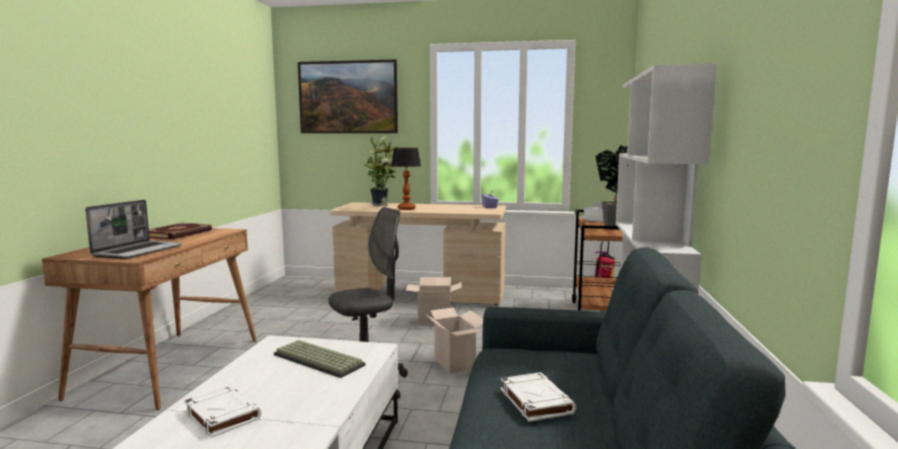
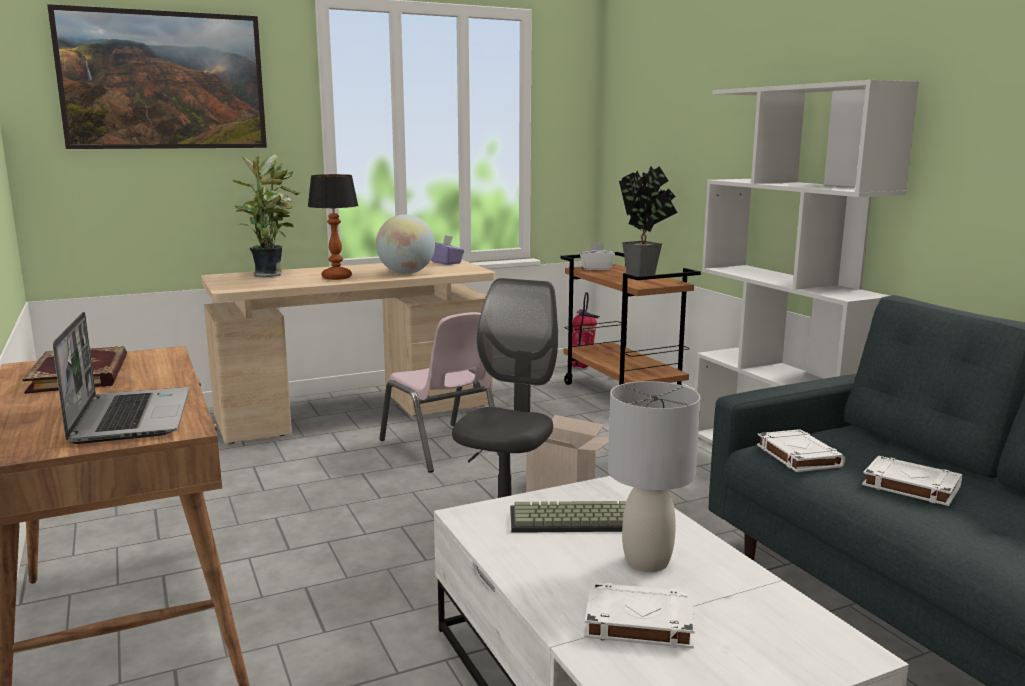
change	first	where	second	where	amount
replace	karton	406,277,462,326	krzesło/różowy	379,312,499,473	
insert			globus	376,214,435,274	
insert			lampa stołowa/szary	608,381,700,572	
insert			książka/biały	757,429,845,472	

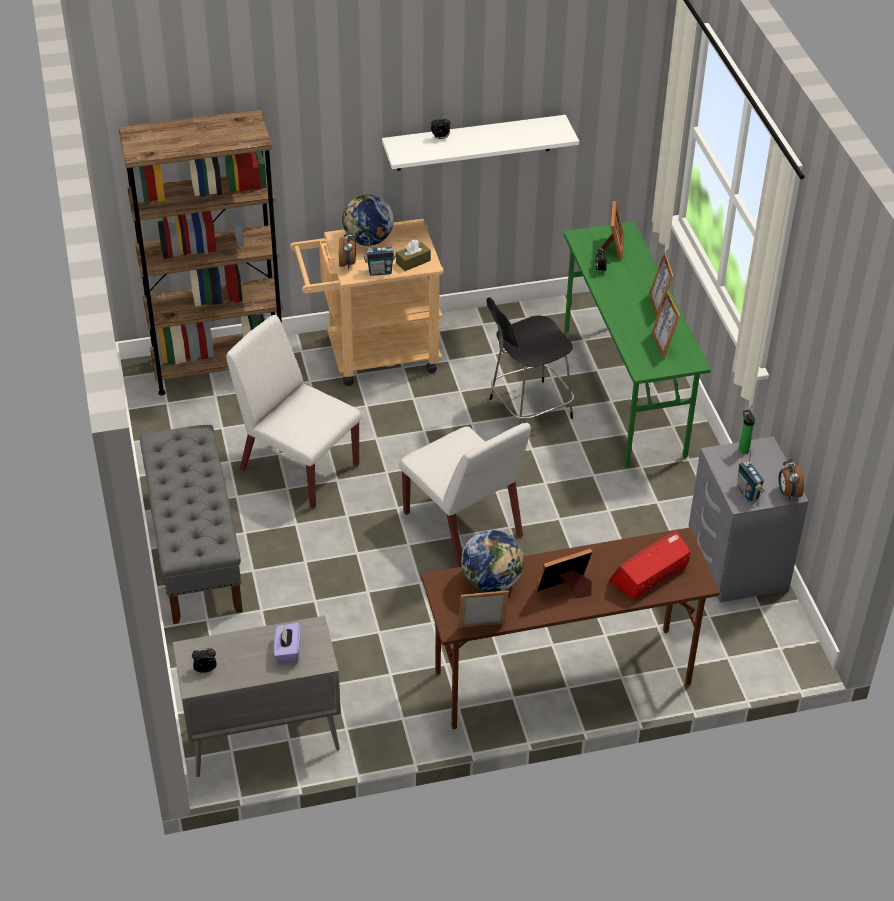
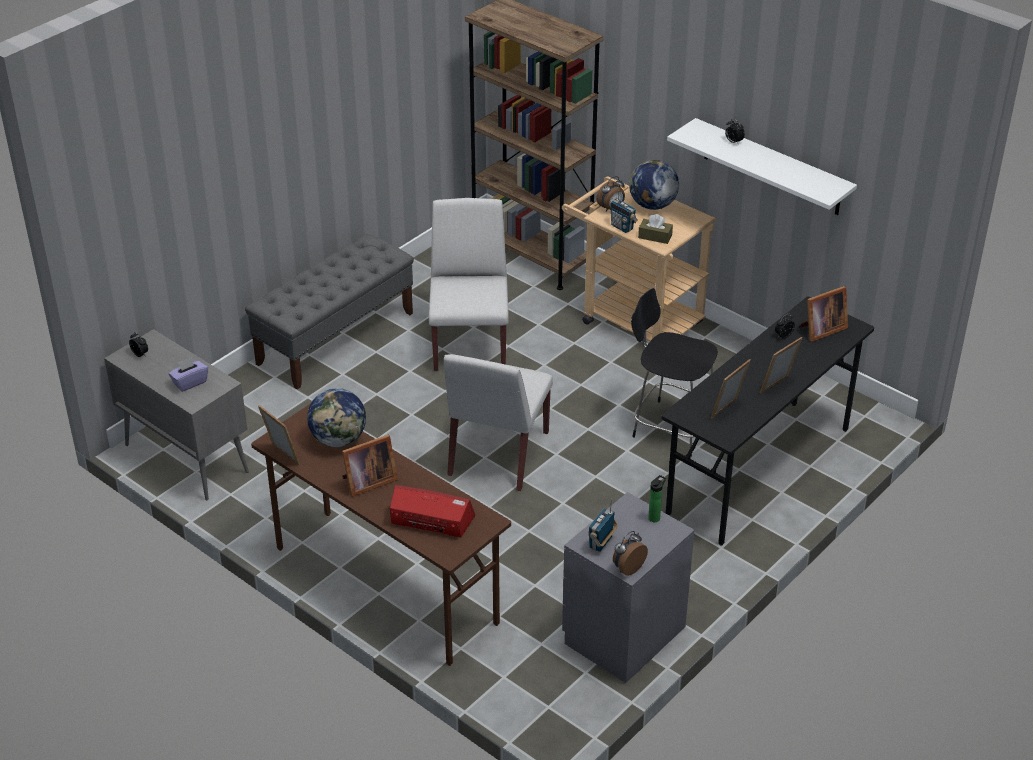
change	first	where	second	where	amount
rotate	ramka na zdjęcie	535,548,592,598		342,435,398,497	120 degrees clockwise
recolor	biurko/zielony	564,222,711,468	biurko/czarny	661,296,874,546	

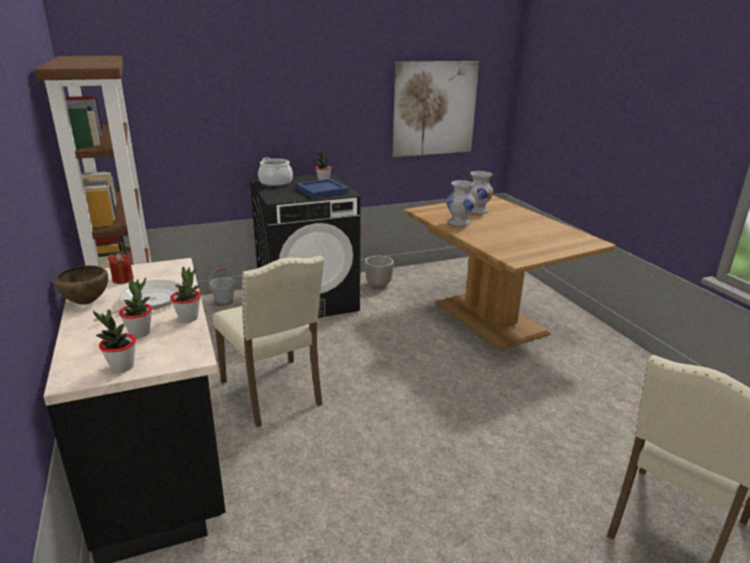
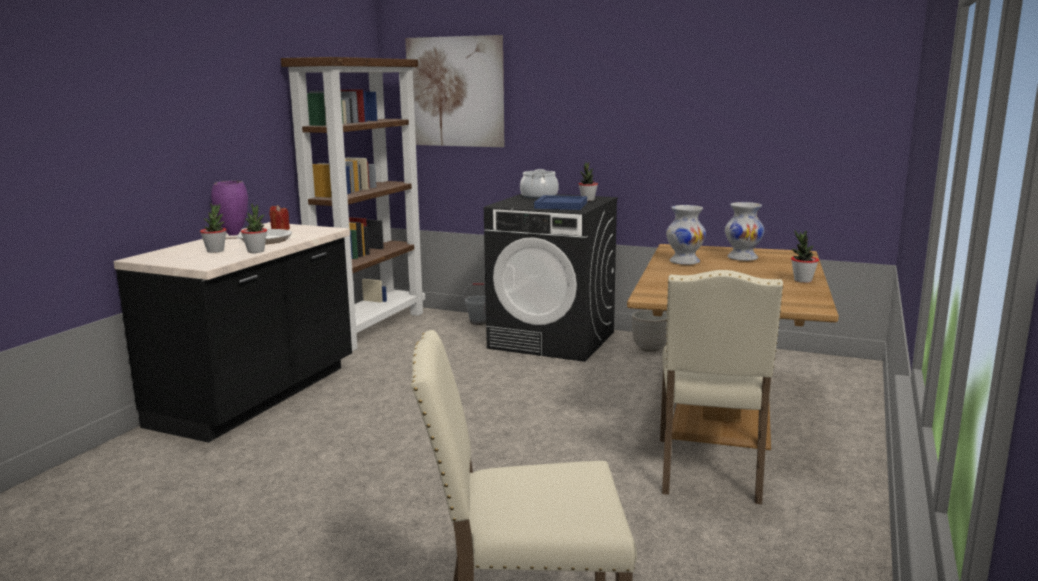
change	first	where	second	where	amount
replace	miska/brązowy	55,266,108,305	wazon/fioletowy	211,181,248,236	
move	roślina doniczkowa	93,310,136,373		791,230,819,283	
move	krzesło/beżowy	213,256,324,428		660,270,783,504	
move	obraz	393,61,479,157		405,35,504,147	

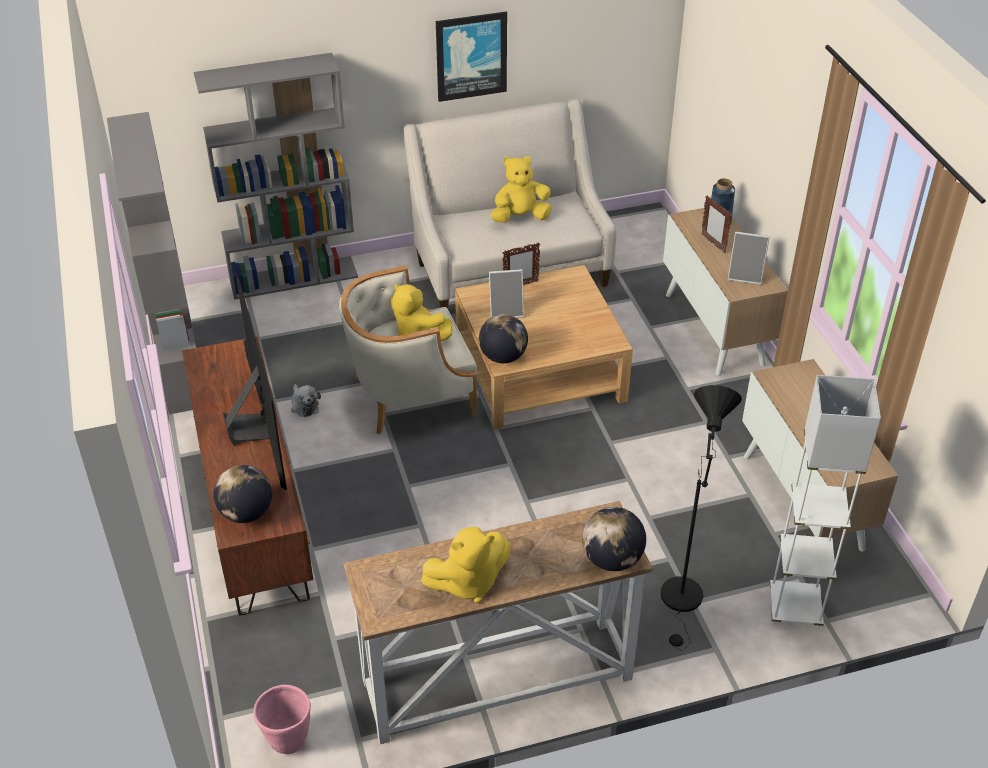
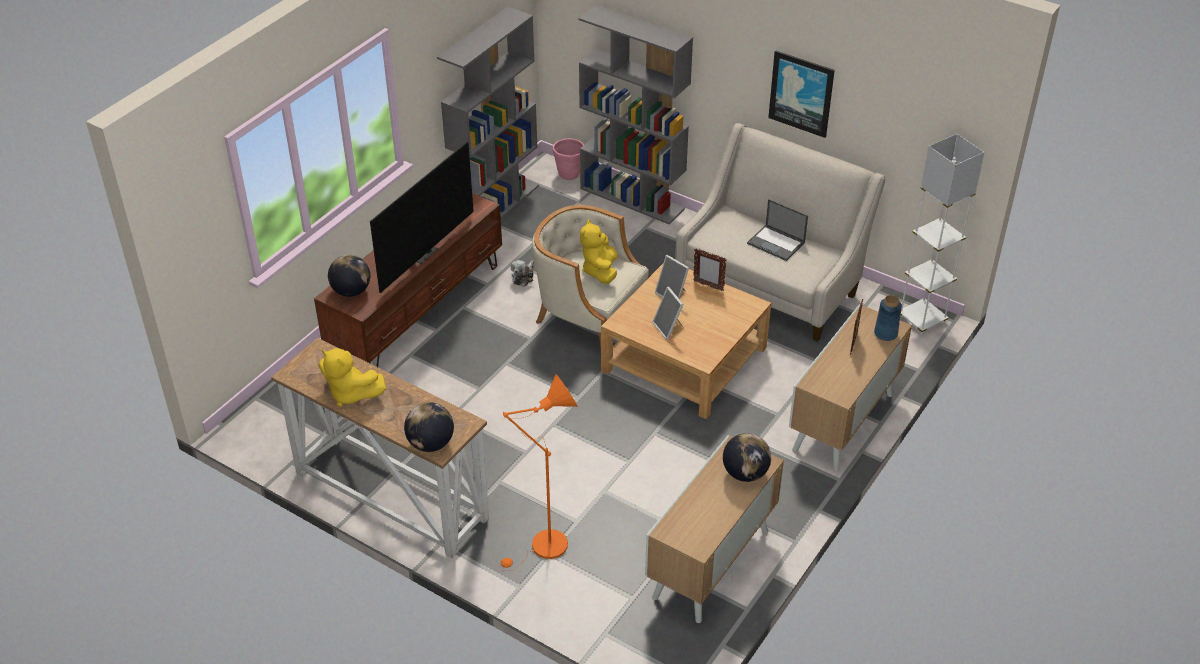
change	first	where	second	where	amount
move	donica/różowy	253,685,311,754		553,138,584,180	
move	globus	479,314,528,363		723,433,771,482	
replace	pluszak/żółty	491,156,552,223	laptop	747,199,808,261	
recolor	lampa stojąca/czarny	661,385,742,651	lampa stojąca/pomarańczowy	499,374,577,571	
move	ramka na zdjęcie	728,232,770,285		652,287,684,340	
move	lampa stojąca/biały	770,375,881,628		900,134,984,335	

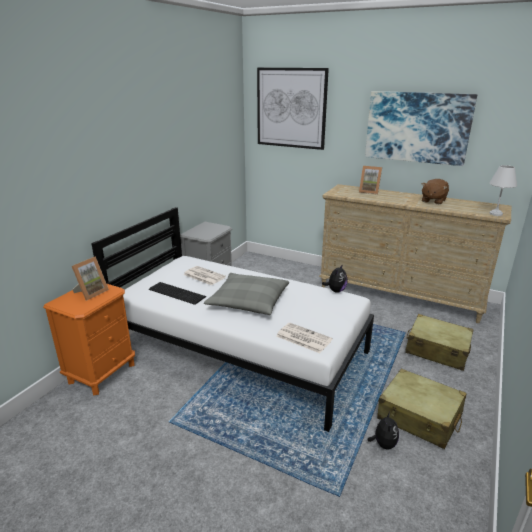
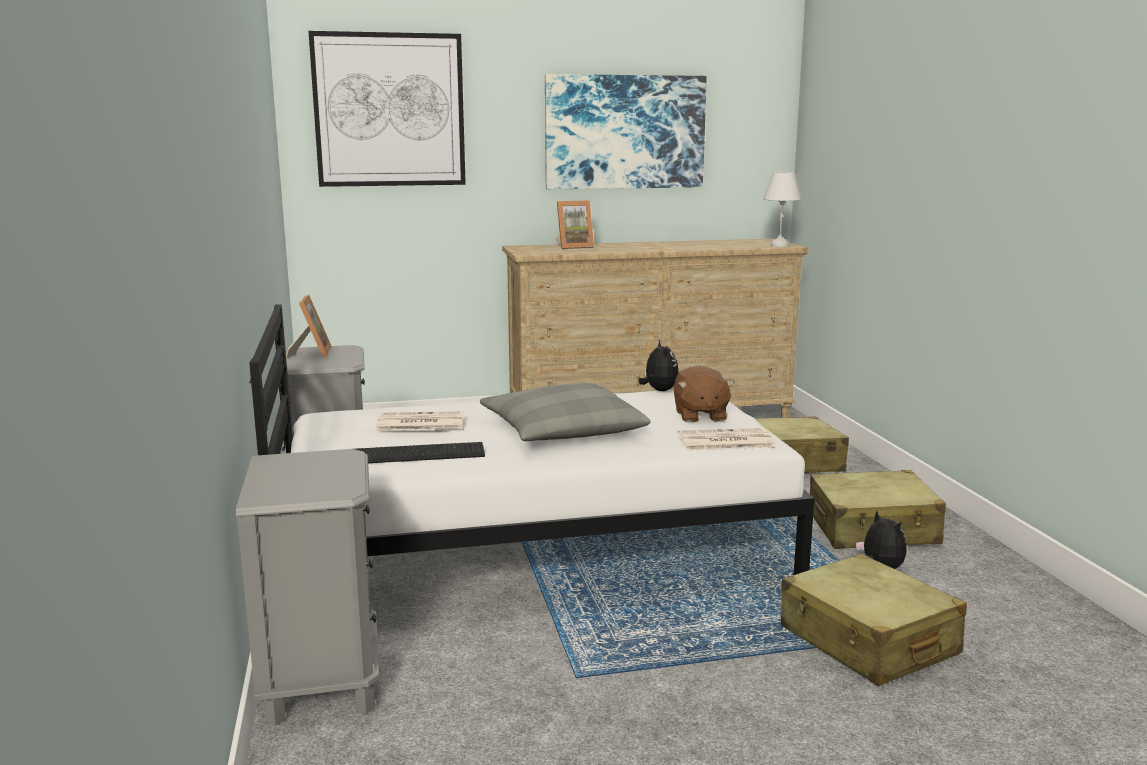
change	first	where	second	where	amount
recolor	szafka nocna/pomarańczowy	43,284,135,396	szafka nocna/szary	236,449,379,726	
move	ramka na zdjęcie	72,257,109,300		286,295,332,358	
move	pluszak/brązowy	422,179,449,204		673,366,735,423	
insert			walizka/beżowy	781,554,967,686	

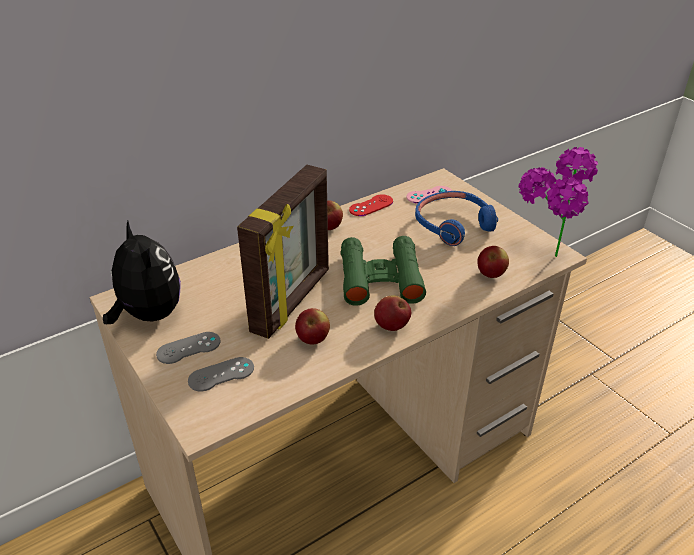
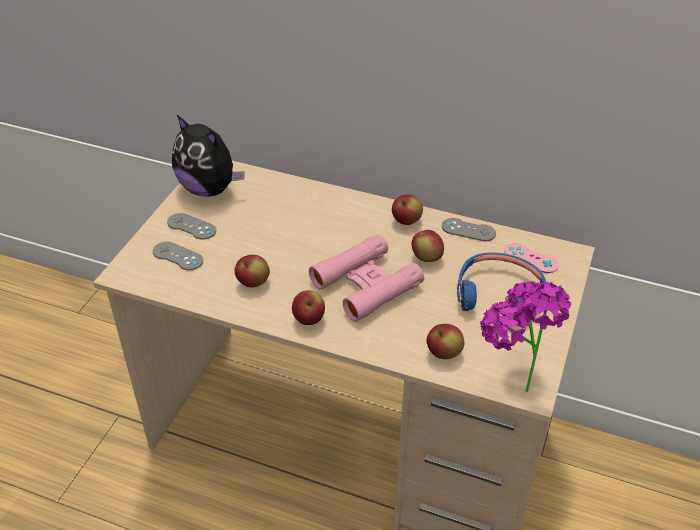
change	first	where	second	where	amount
rotate	pluszak	103,221,181,324		172,115,245,197	105 degrees clockwise
delete	ramka na zdjęcie	237,165,329,339			
recolor	lornetka/zielony	341,236,426,306	lornetka/różowy	309,234,424,322	
recolor	pad do gier/czerwony	349,194,393,216	pad do gier/szary	442,218,496,241	
insert			jabłko	412,230,444,262	

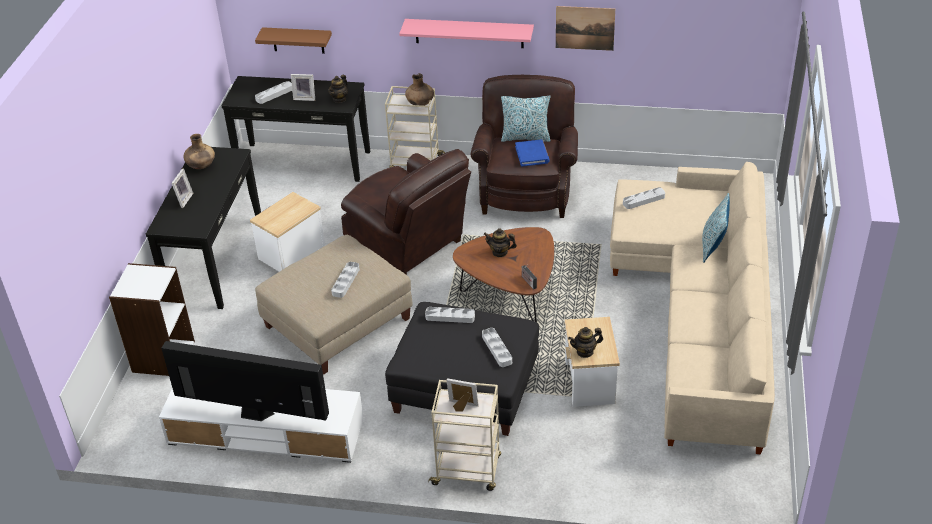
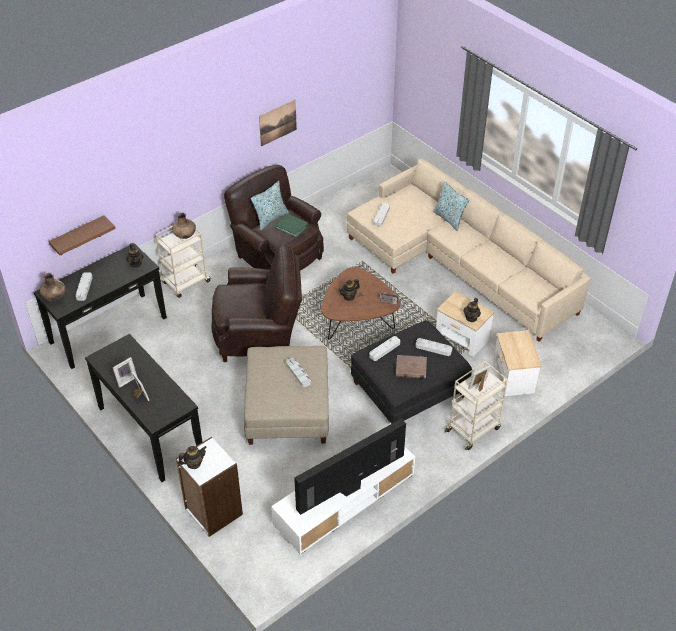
change	first	where	second	where	amount
move	wazon/brązowy	183,134,215,169		39,273,65,301	
move	stolik	250,192,325,272		494,330,542,396	
move	ramka na zdjęcie	291,74,315,101		113,357,137,388	
delete	półka/różowy	399,19,534,48			
recolor	książka/niebieski	515,139,550,167	książka/zielony	275,214,308,238	
insert			imbryk	178,446,207,469	
insert			książka/brązowy	396,355,427,379	

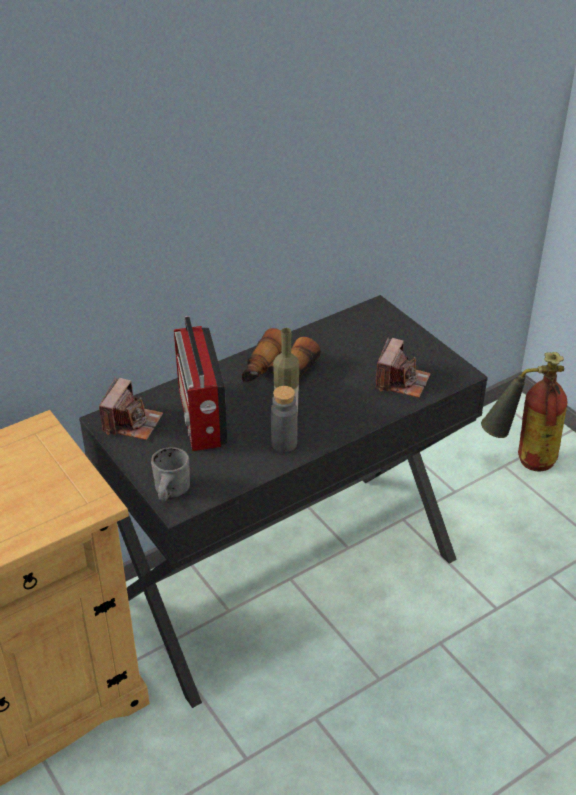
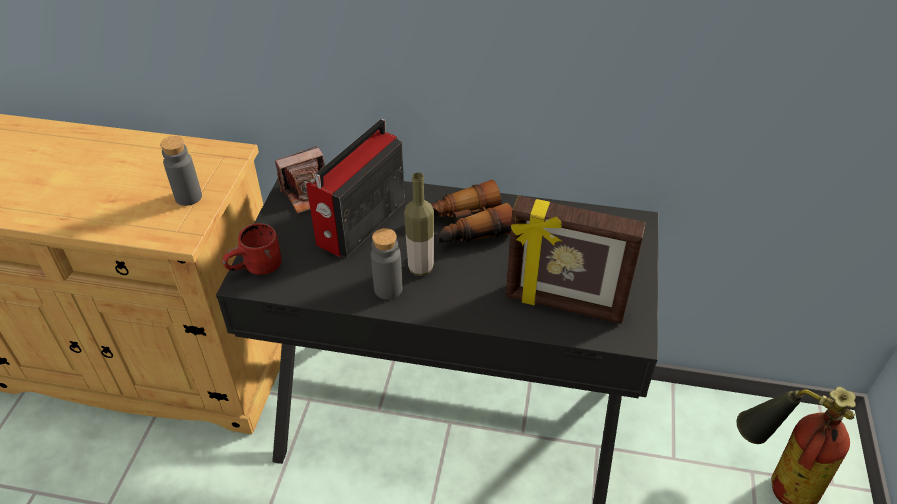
change	first	where	second	where	amount
recolor	kubek/szary	151,447,190,502	kubek/czerwony	222,223,282,275	
replace	aparat fotograficzny	376,337,431,398	ramka na zdjęcie	506,196,646,324	
insert			butelka/szary	160,136,202,206	

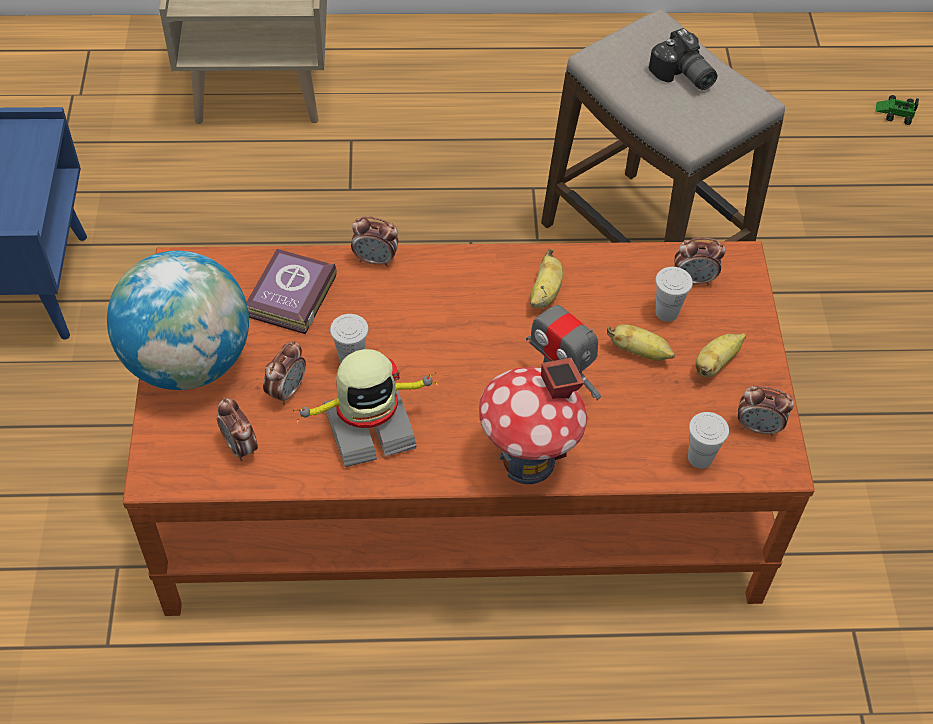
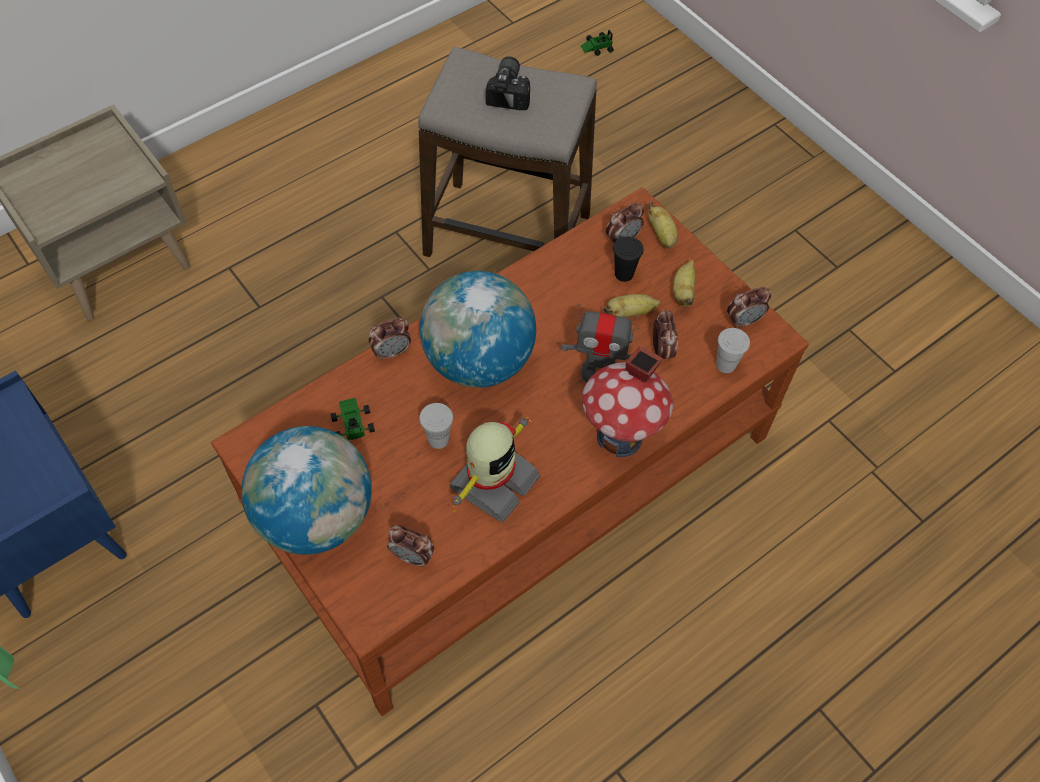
change	first	where	second	where	amount
replace	książka	247,249,337,334	samochodzik	330,398,375,440	
move	budzik	263,340,306,405		653,309,678,361	
move	banan	530,249,563,308		648,201,678,249	
rotate	aparat fotograficzny	649,28,717,90		486,56,530,110	105 degrees counterclockwise
recolor	filiżanka/biały	655,267,693,322	filiżanka/czarny	613,236,644,282	
insert			globus	420,271,536,388	

